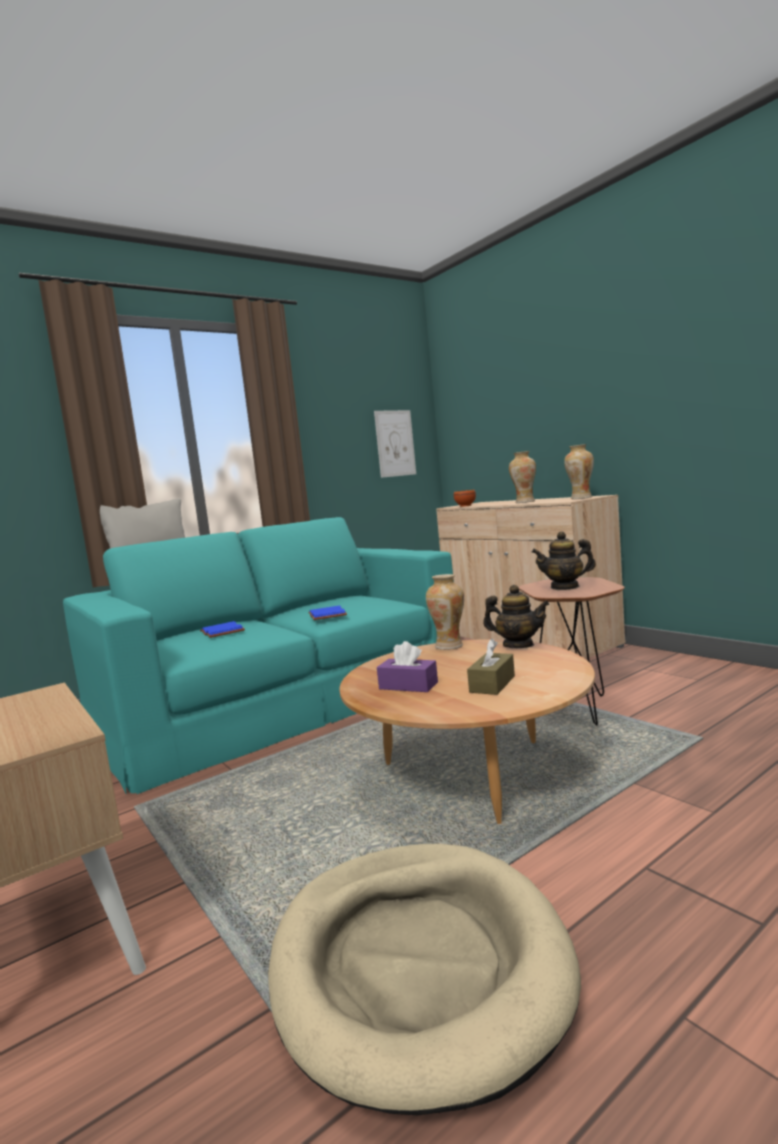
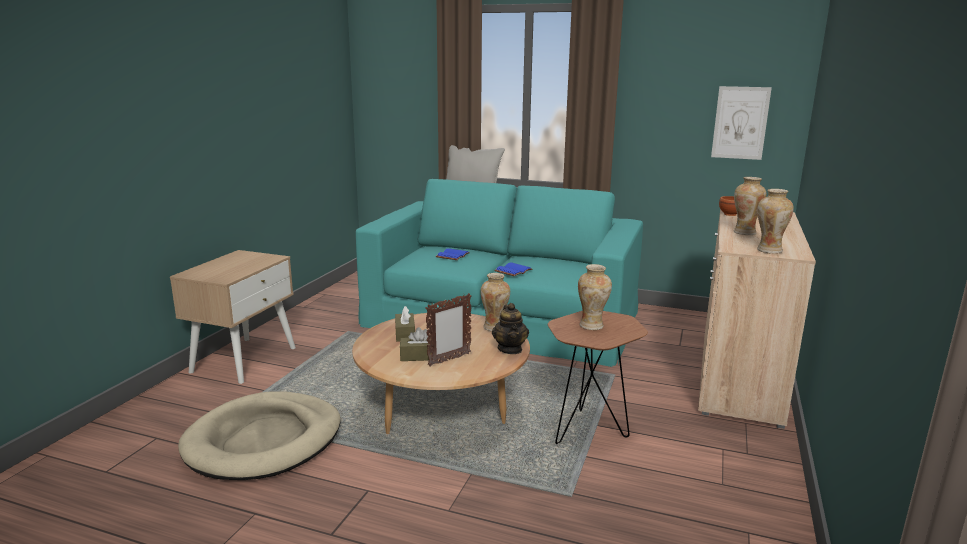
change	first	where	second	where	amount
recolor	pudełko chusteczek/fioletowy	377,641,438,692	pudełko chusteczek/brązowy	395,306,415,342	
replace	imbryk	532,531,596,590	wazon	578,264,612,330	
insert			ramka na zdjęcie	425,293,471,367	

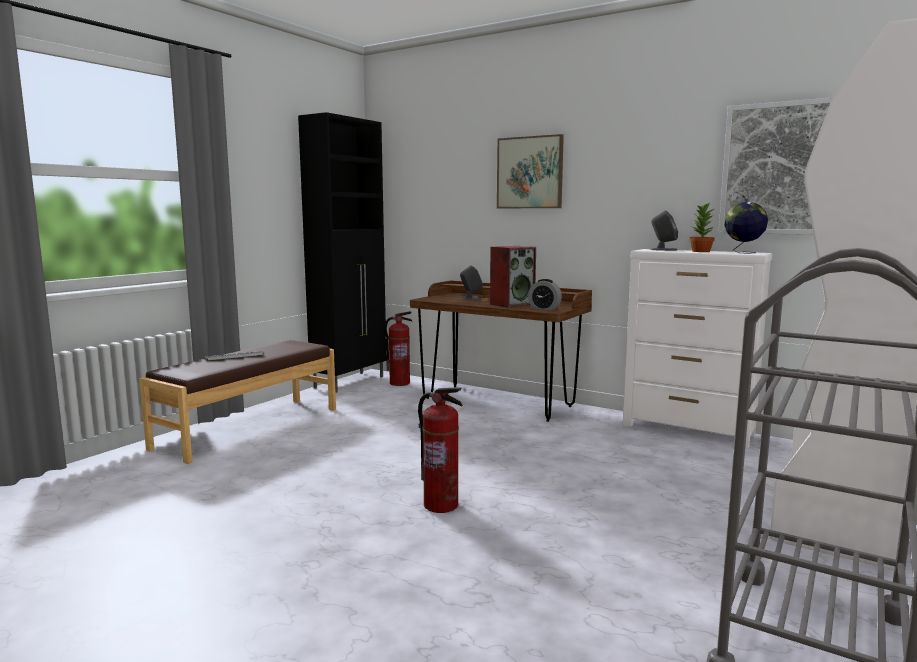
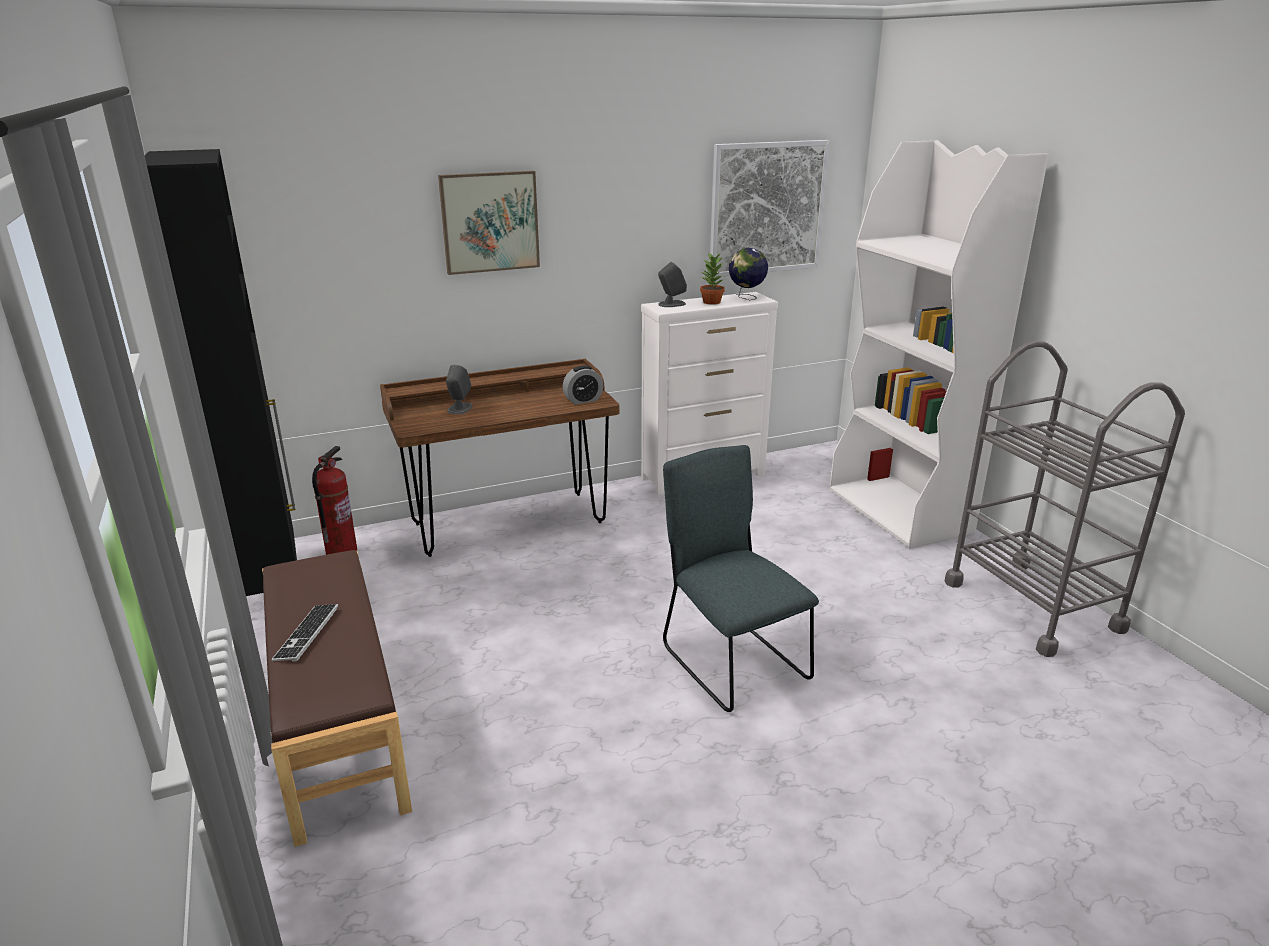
change	first	where	second	where	amount
replace	gaśnica	418,387,463,513	krzesło/szary	663,445,819,712	
delete	głośnik	490,246,536,308			

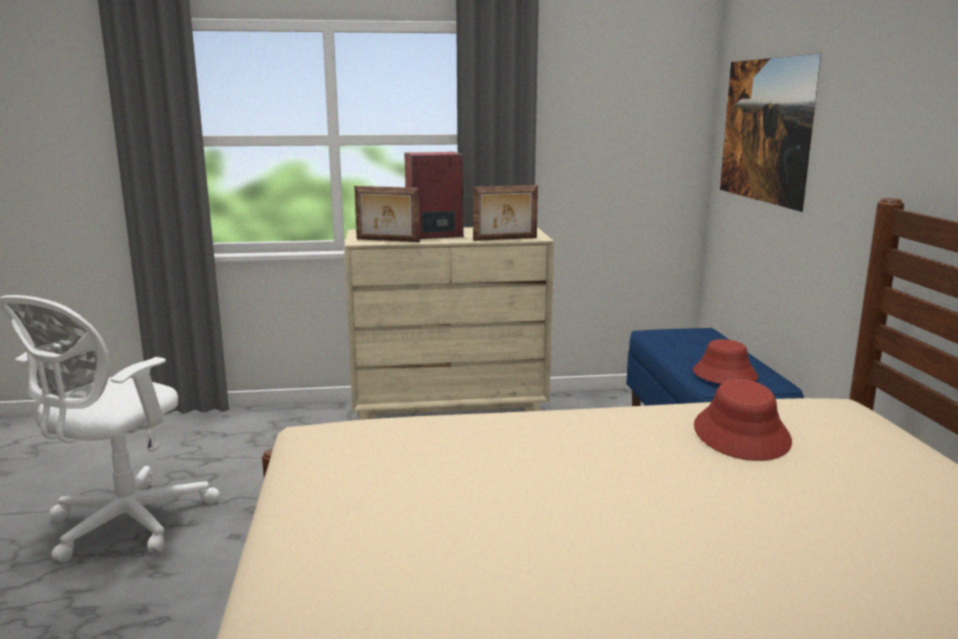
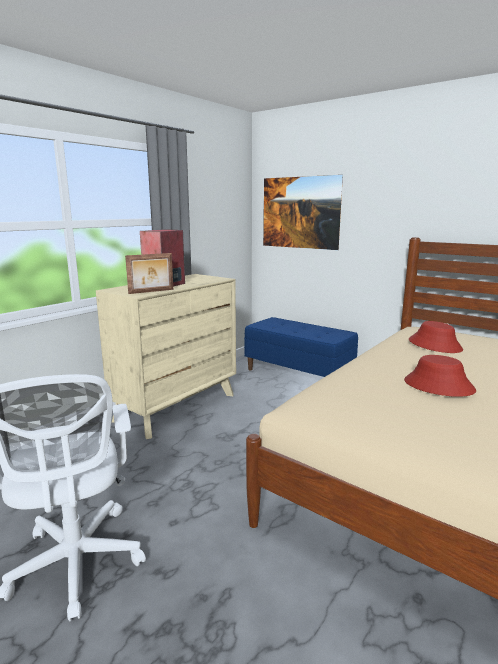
change	first	where	second	where	amount
delete	ramka na zdjęcie	473,185,538,241			
move	kapelusz/czerwony	693,339,758,384		404,355,476,397	

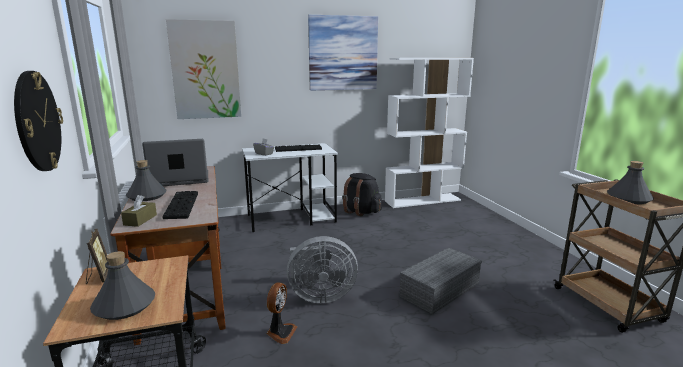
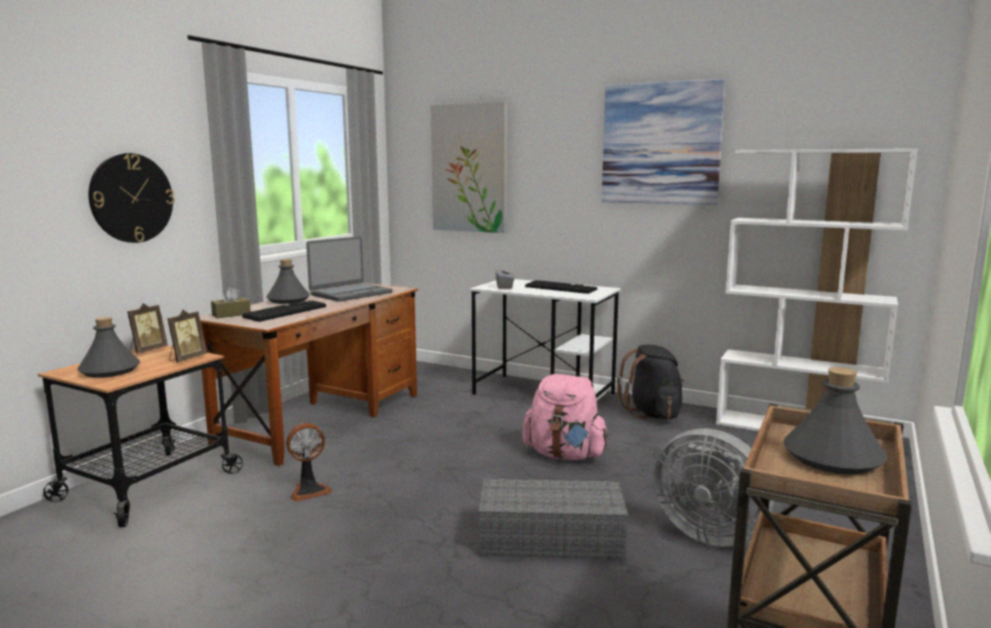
change	first	where	second	where	amount
rotate	laptop	142,139,208,186		306,236,392,302	105 degrees clockwise
move	wentylator/szary	287,236,358,303		654,428,774,547	
insert			ramka na zdjęcie	167,310,207,362	
insert			plecak/różowy	522,374,609,460	

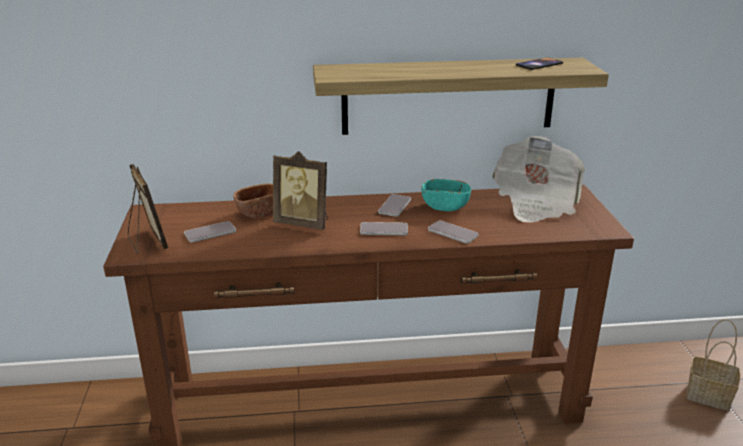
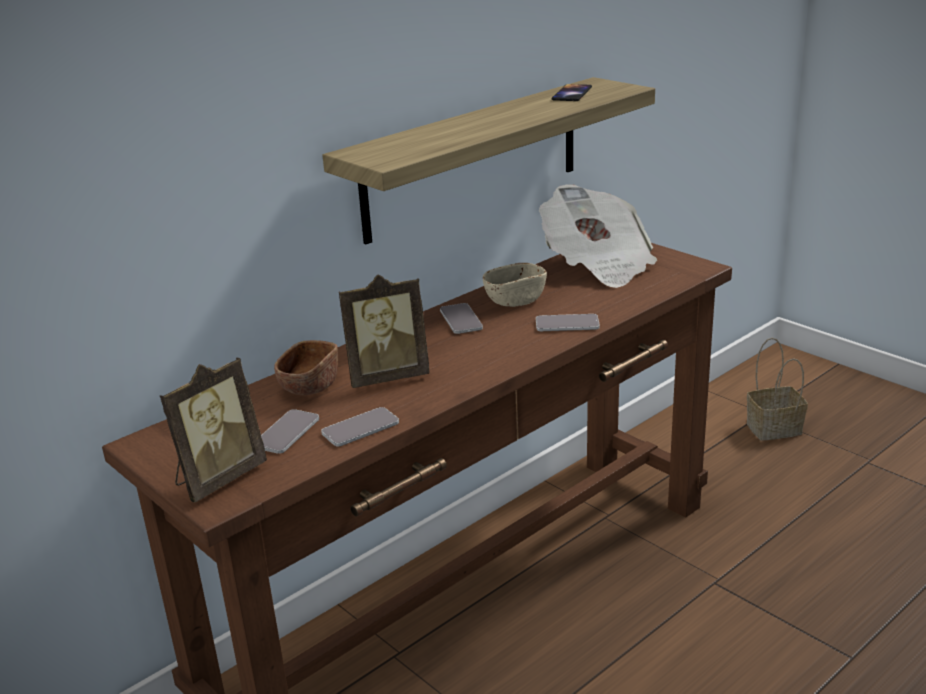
change	first	where	second	where	amount
rotate	ramka na zdjęcie	128,164,168,254		160,358,267,503	105 degrees clockwise
move	telefon	360,222,408,235		321,407,399,447	
recolor	miska/turkusowy	421,179,471,211	miska/beżowy	483,263,547,307	

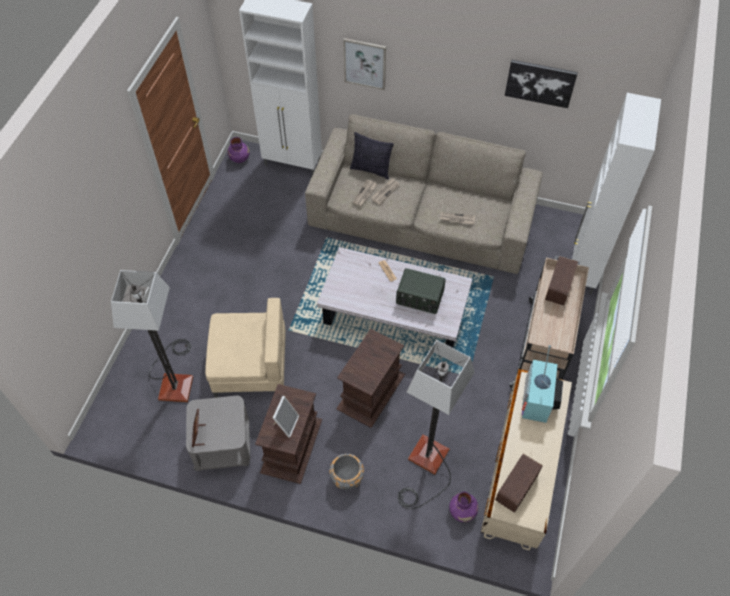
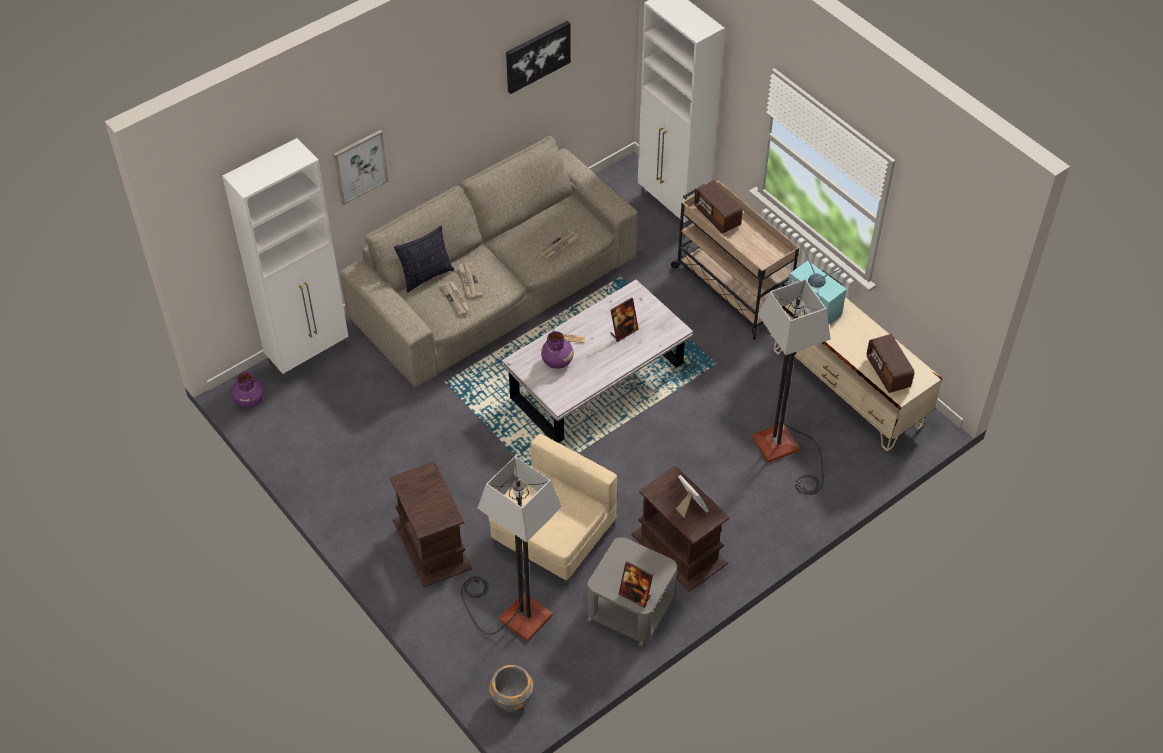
change	first	where	second	where	amount
move	donica/szary	329,454,364,490		489,665,534,712	
move	stolik/brązowy	336,329,405,428		389,461,472,587	
replace	radio	396,268,446,314	ramka na zdjęcie	610,297,639,342	
move	wazon/fioletowy	449,492,478,522		541,331,574,369	

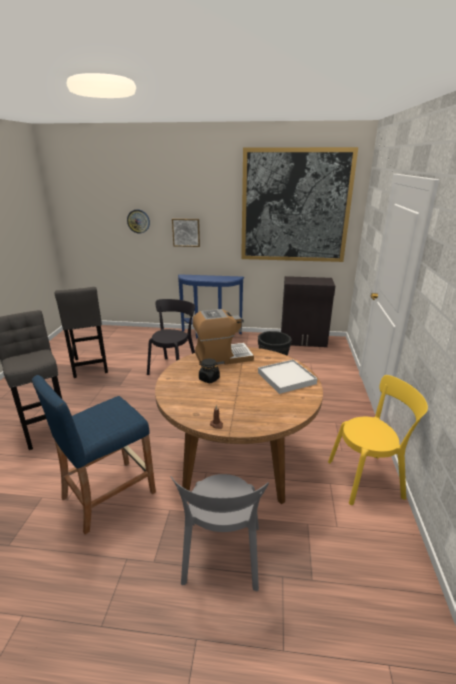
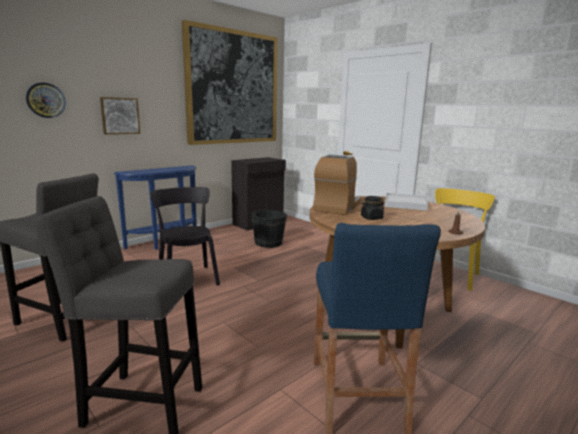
change	first	where	second	where	amount
delete	krzesło/szary	171,474,269,591			

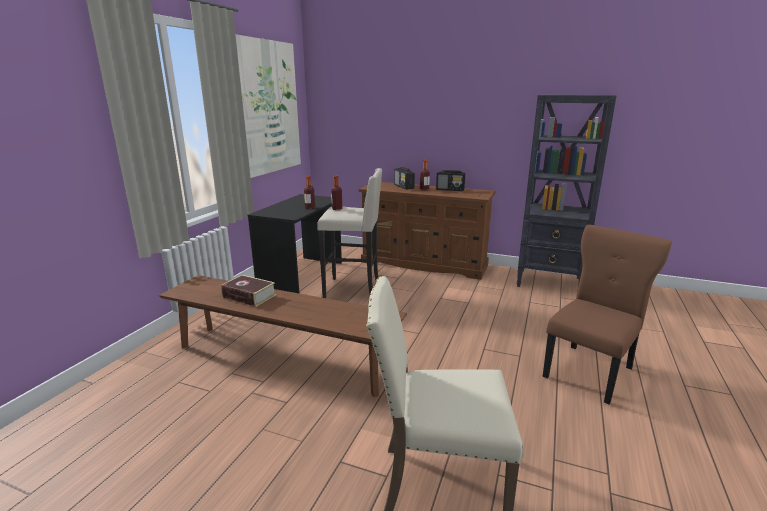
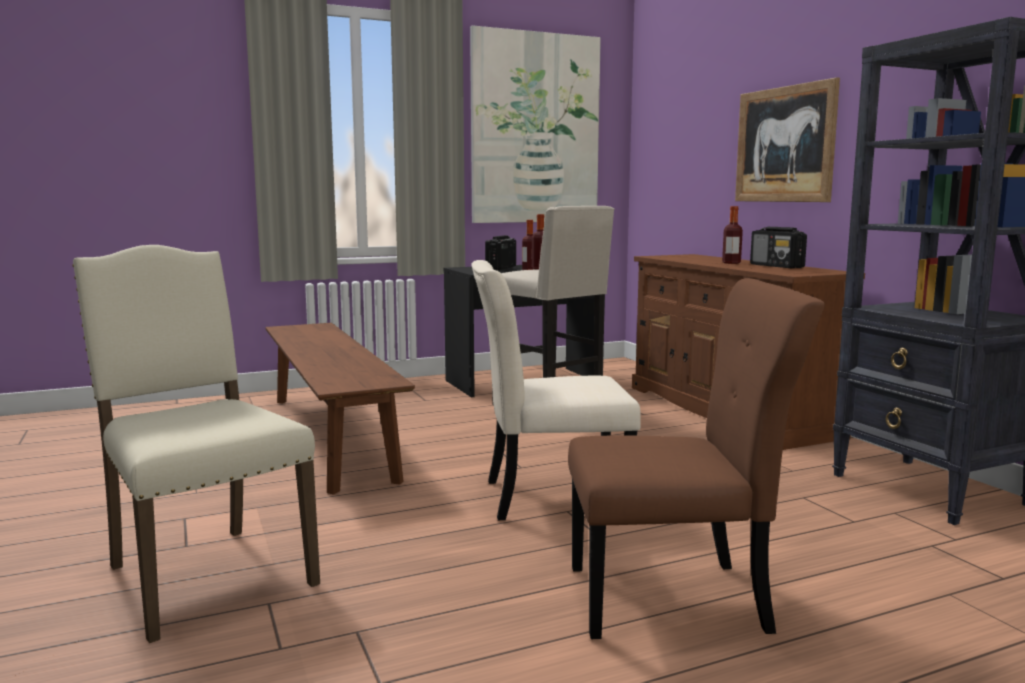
change	first	where	second	where	amount
delete	książka	221,275,276,307			
move	radio	394,167,415,190		485,235,516,270	
insert			krzesło/beżowy	471,260,641,520	
insert			obraz	735,77,840,202	

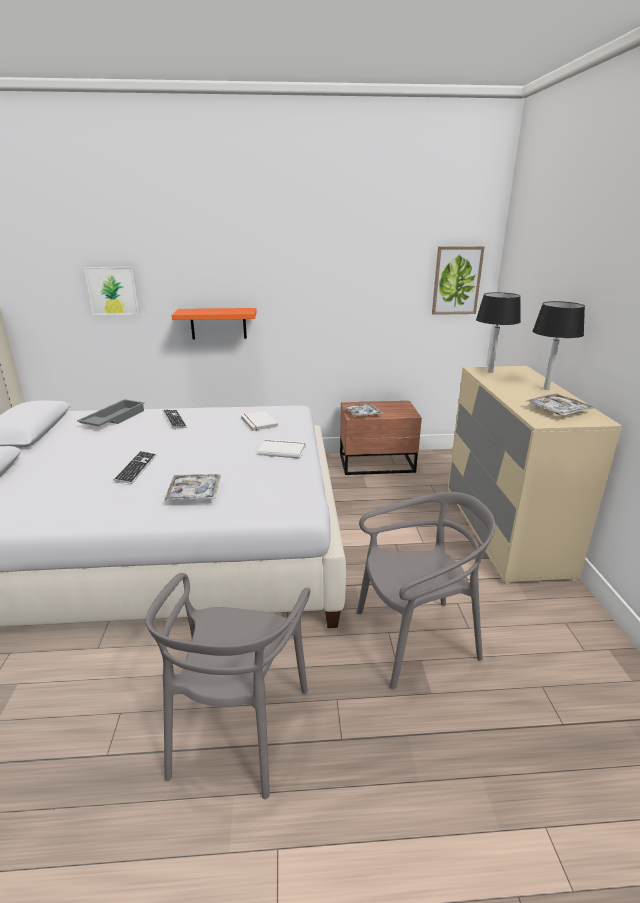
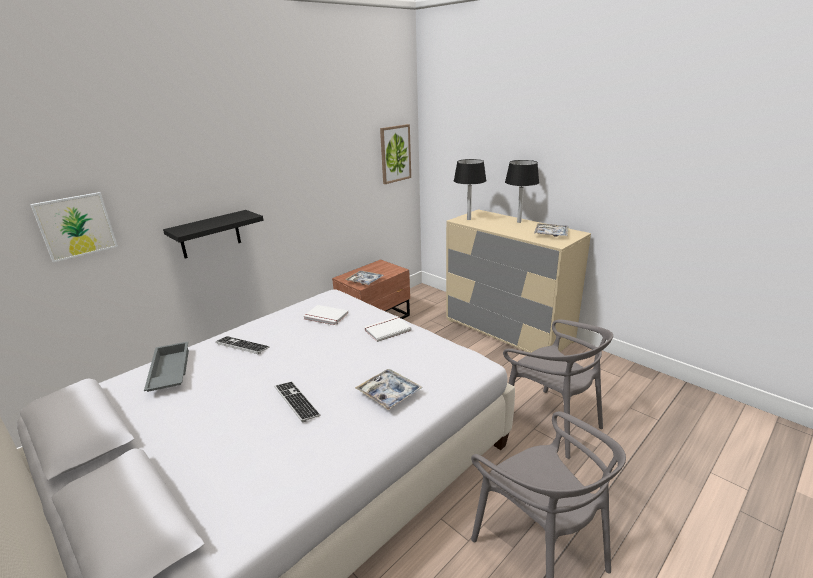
change	first	where	second	where	amount
recolor	półka/pomarańczowy	172,308,257,339	półka/czarny	163,210,264,258	
rotate	krzesło/szary	356,492,495,690		503,319,613,459	105 degrees clockwise

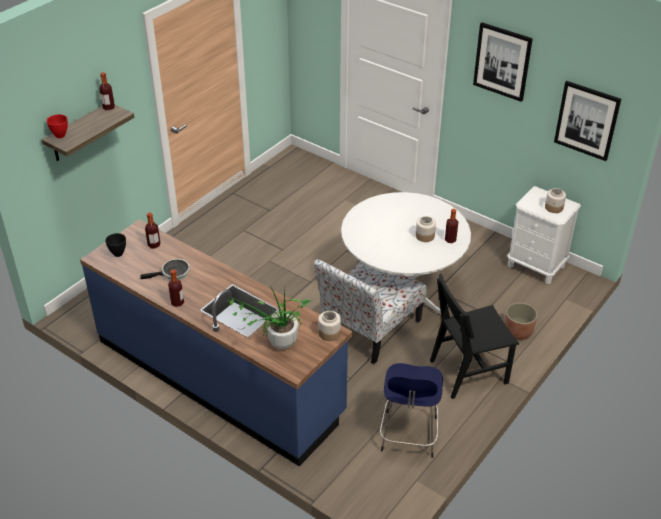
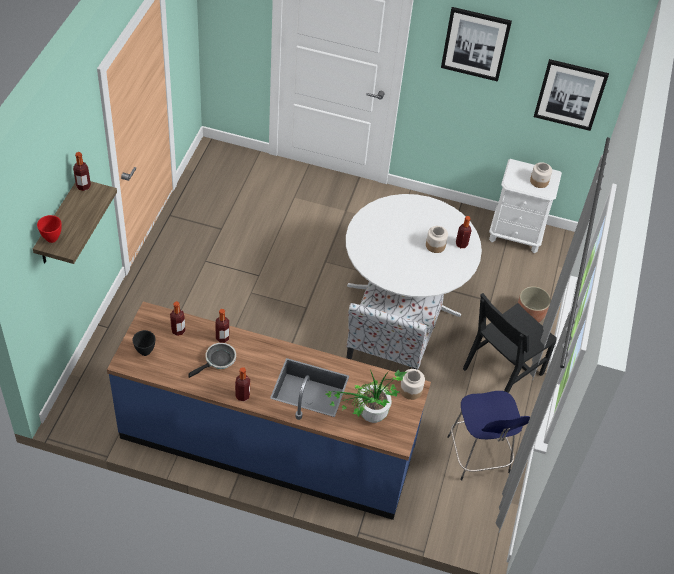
change	first	where	second	where	amount
insert			butelka	215,309,229,343	

